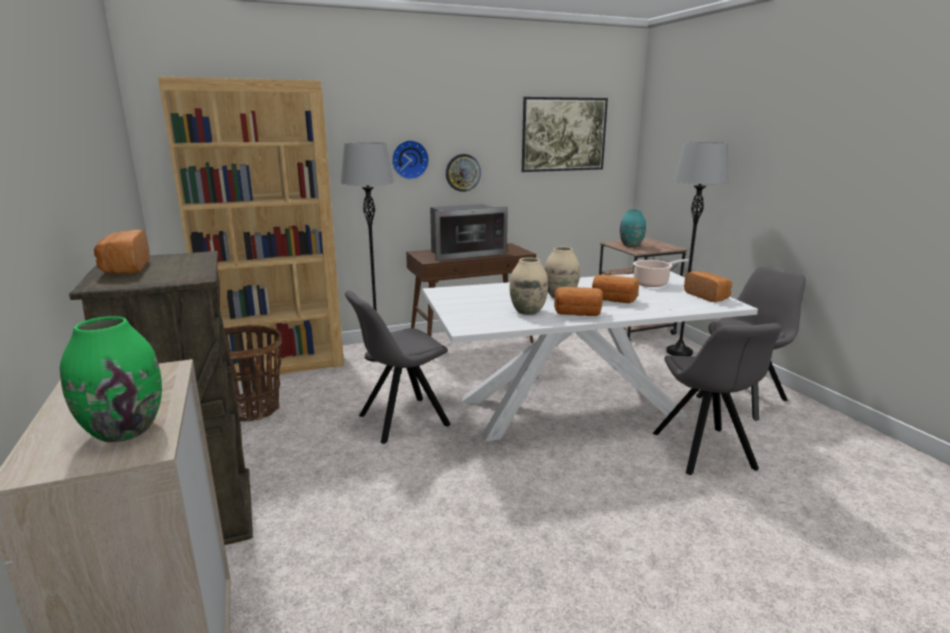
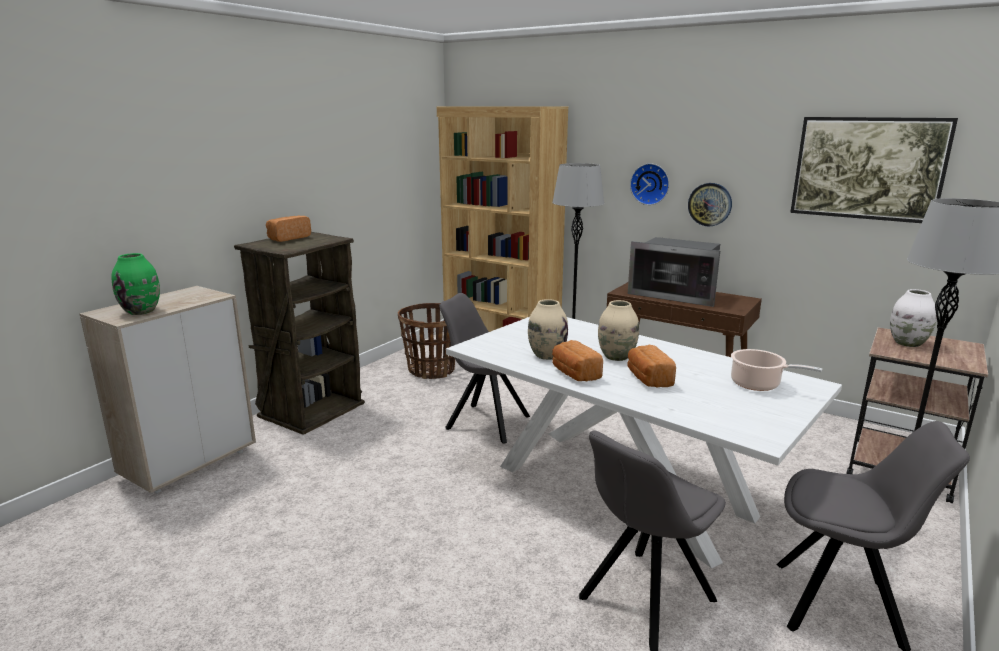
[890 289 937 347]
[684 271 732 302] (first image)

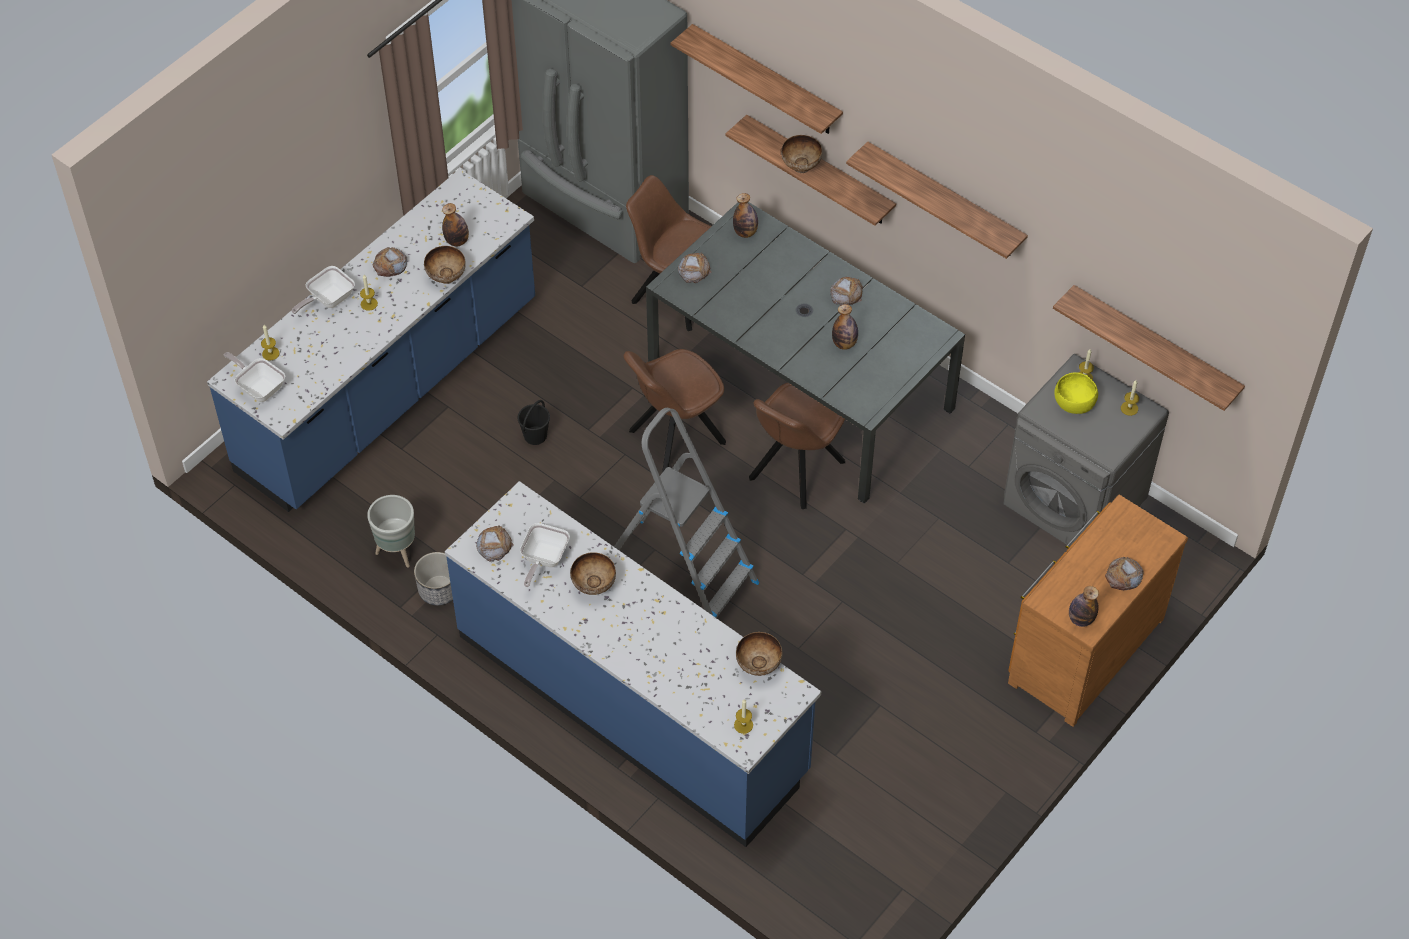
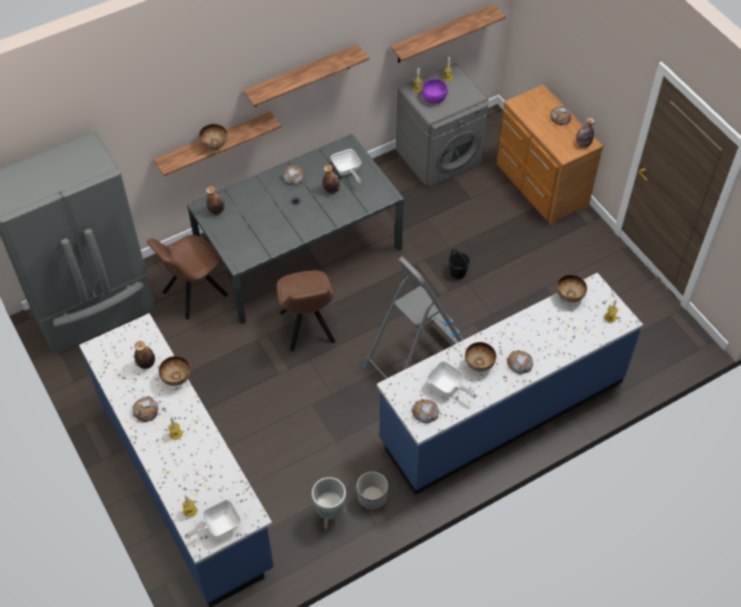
[671 24 843 134] (first image)
[507 350 533 374]
[331 149 361 183]
[422 79 448 104]
[749 383 845 509] (first image)
[449 250 470 279]

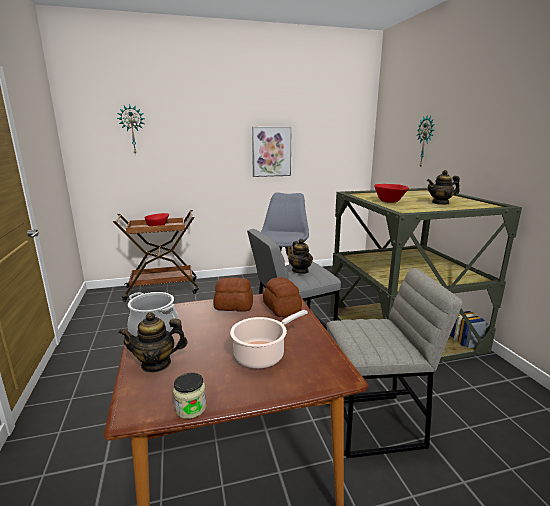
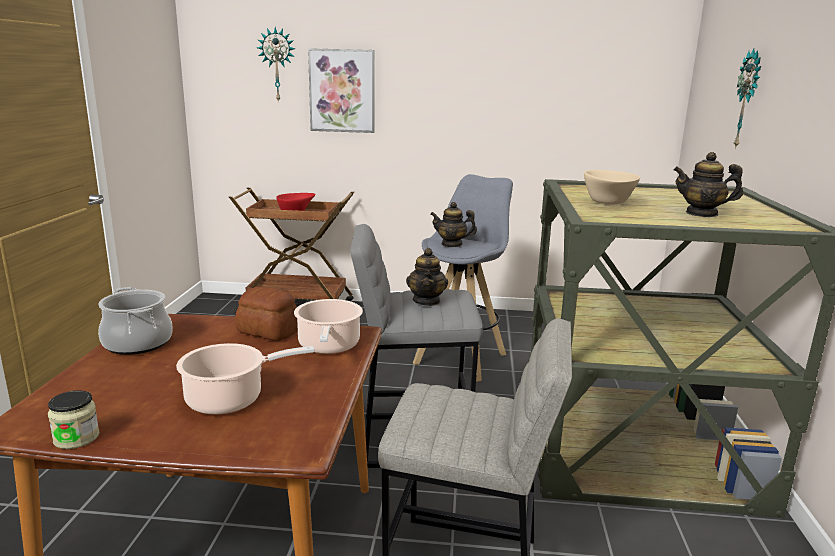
[308 48 375 133]
[584 170 640 204]
[294 299 363 354]
[430 202 477 247]

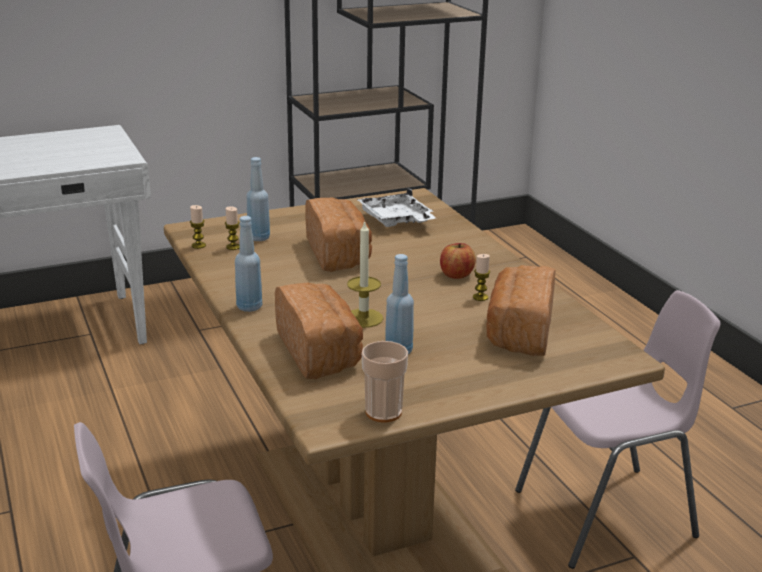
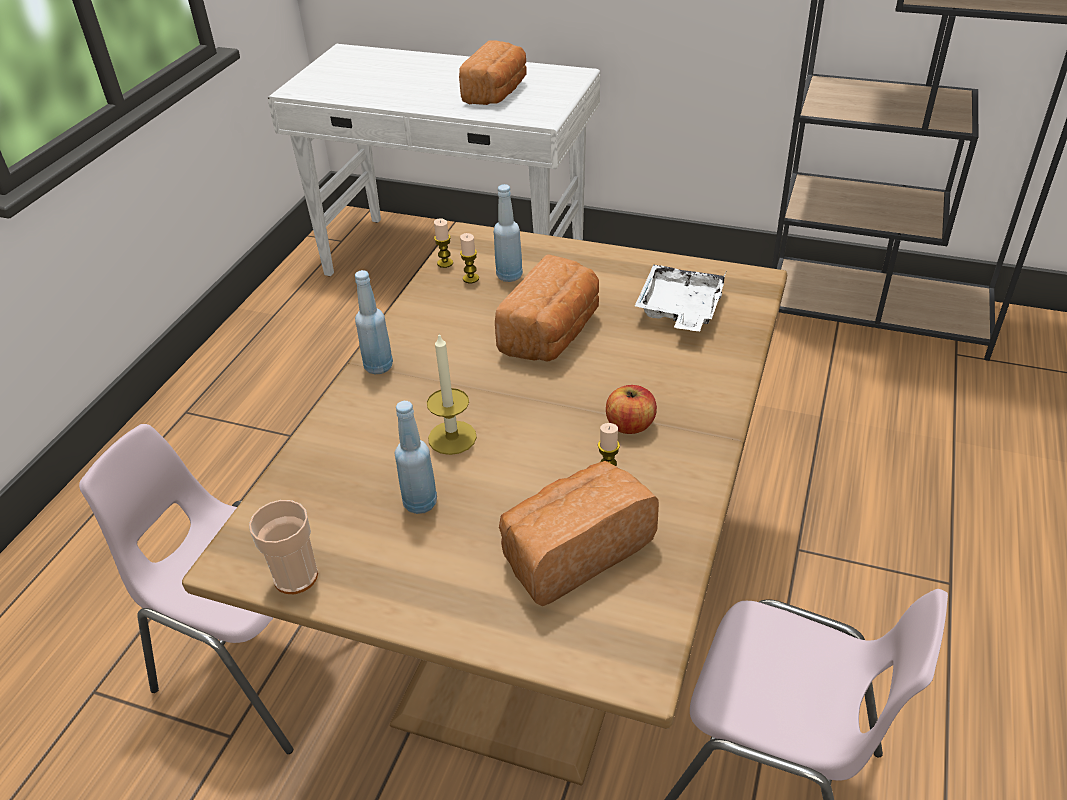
[459 41 527 105]

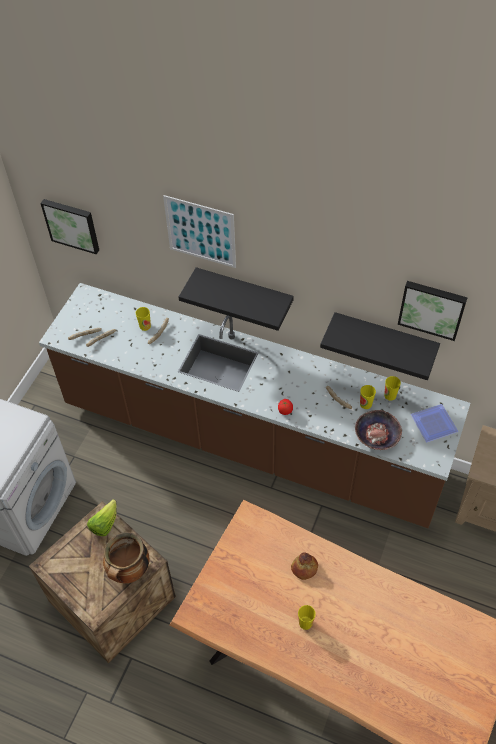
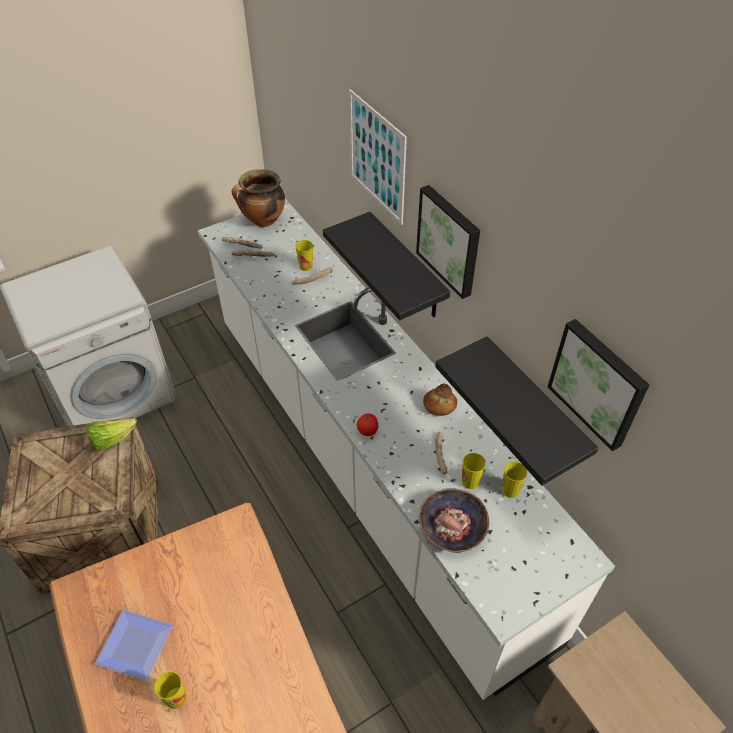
[416 185 480 299]
[198 199 615 700]
[95 610 173 681]
[232 169 285 227]
[423 384 457 416]

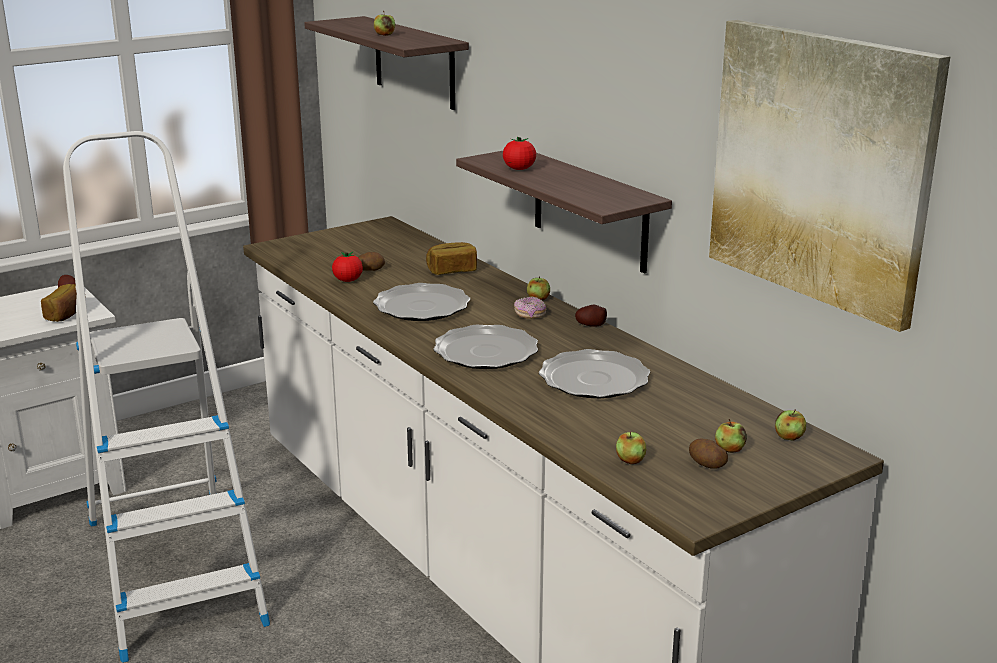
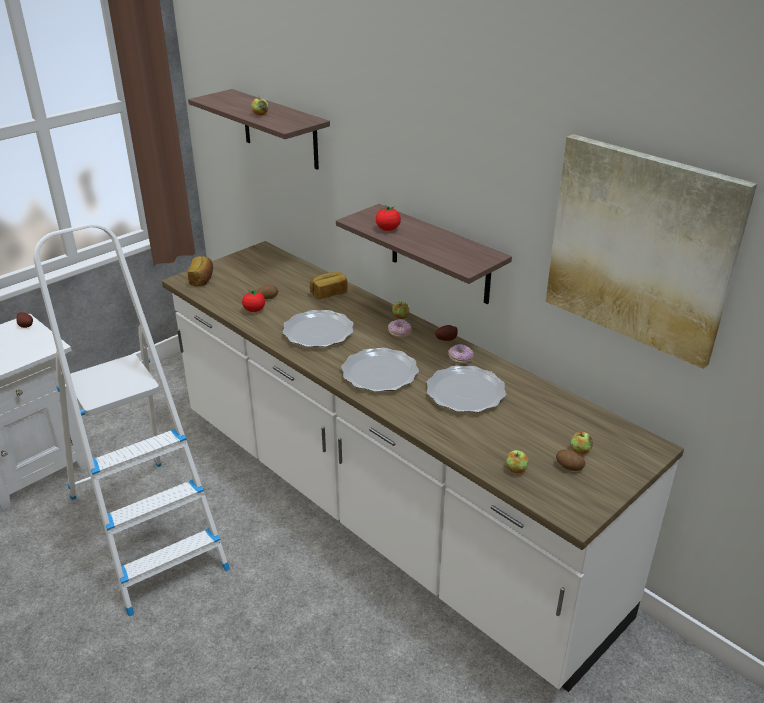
[188 256 213 286]
[775 409 806 441] (first image)
[449 344 474 364]

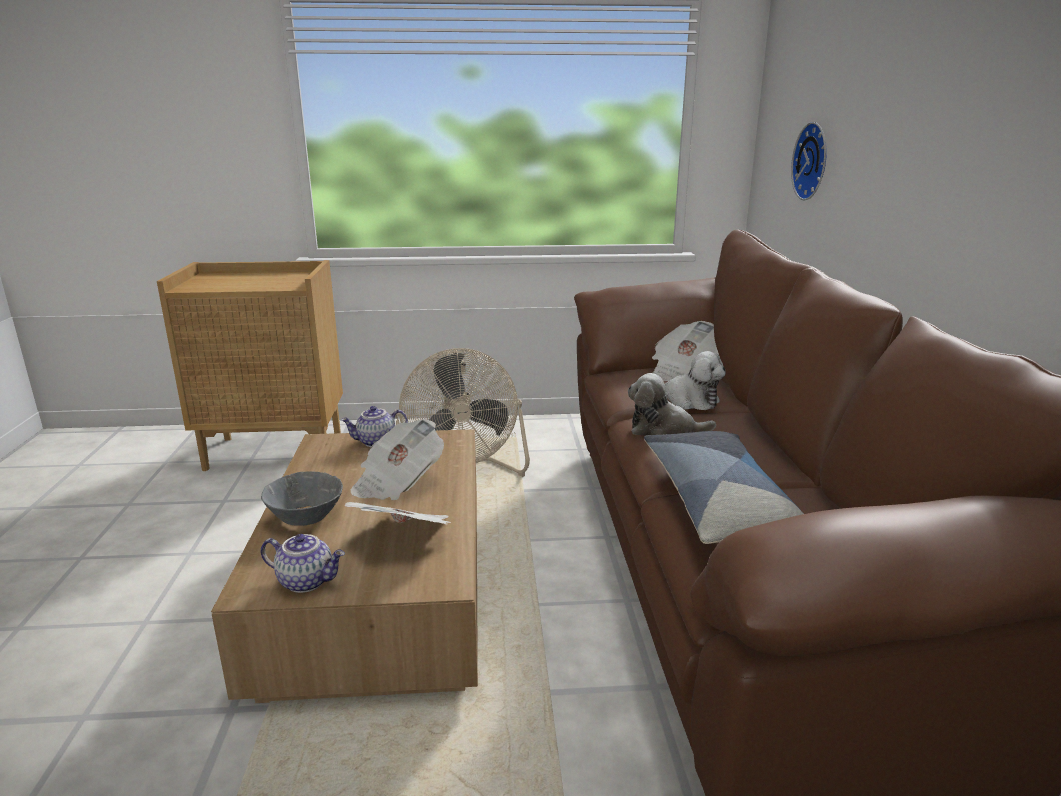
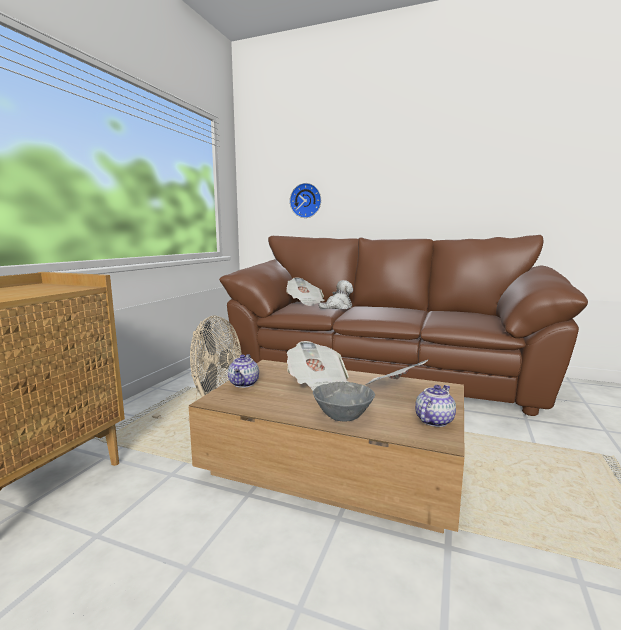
[628 373 716 436] (first image)
[644 431 804 544] (first image)

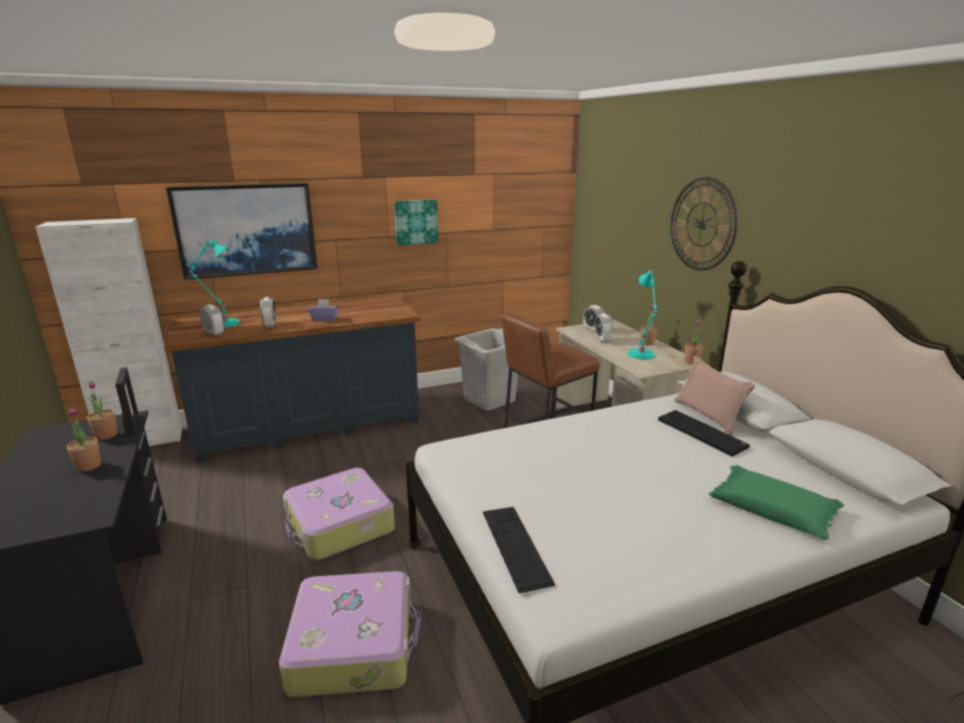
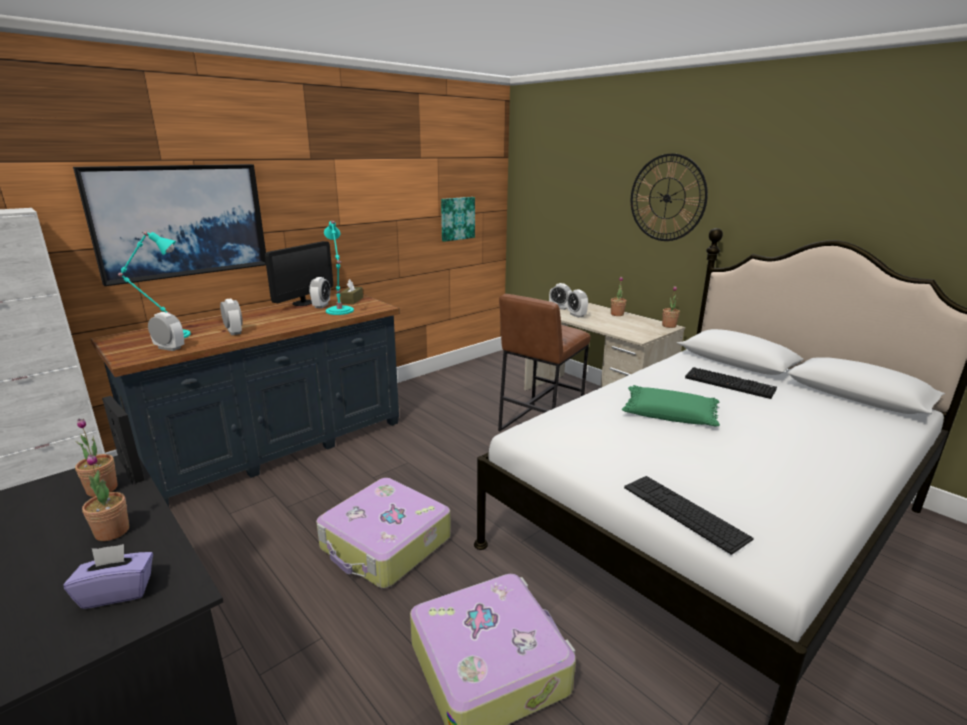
[441 197 475 242]
[324 220 354 315]
[63 544 153 609]
[454 328 518 411] (first image)
[674 356 755 435] (first image)
[622 385 720 427]
[265 241 333 306]
[309 277 331 308]
[340 279 363 304]

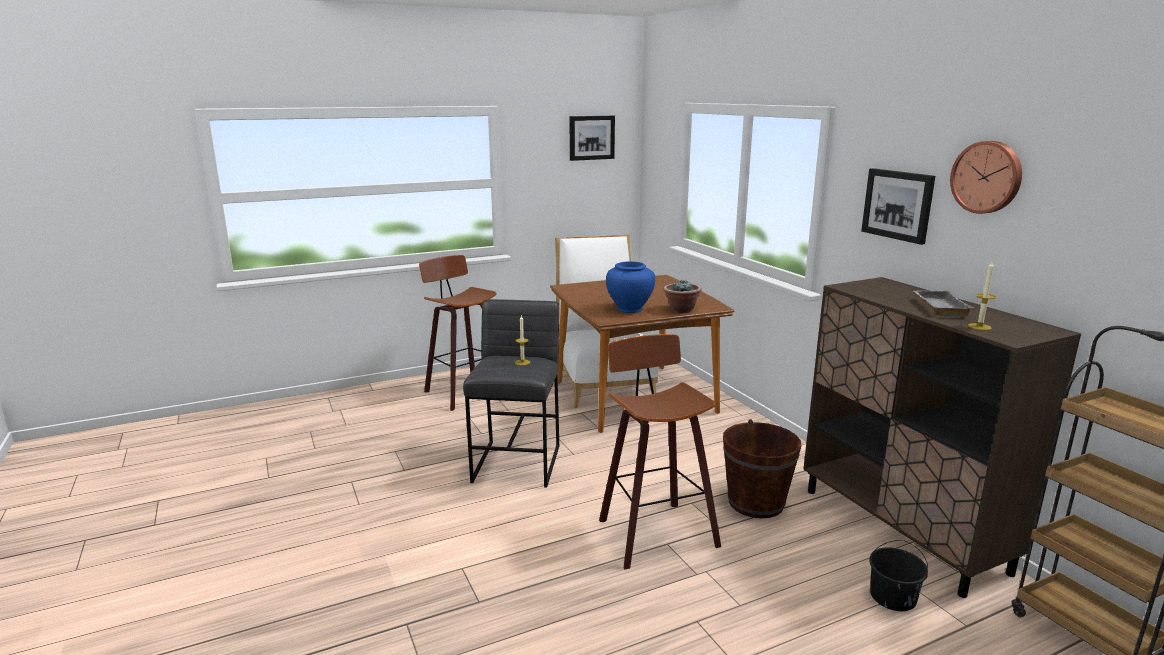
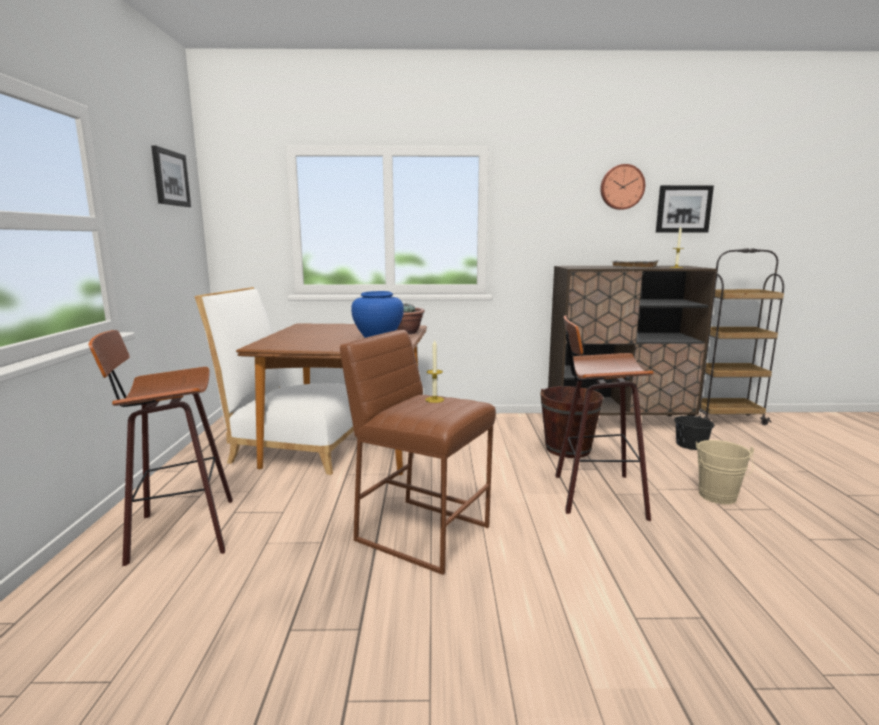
[656 185 714 232]
[340 330 496 575]
[696 440 754 505]

